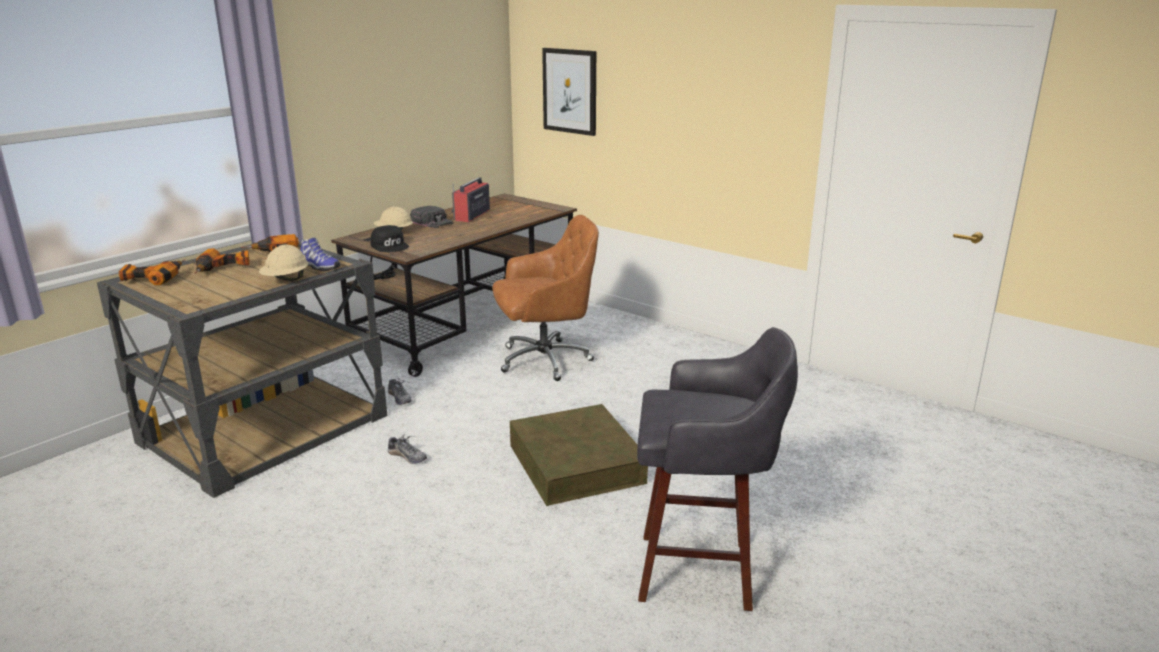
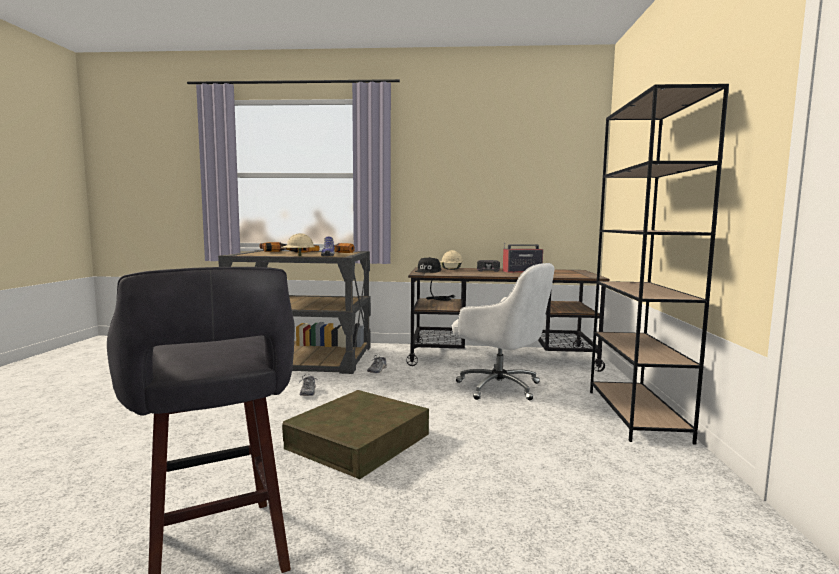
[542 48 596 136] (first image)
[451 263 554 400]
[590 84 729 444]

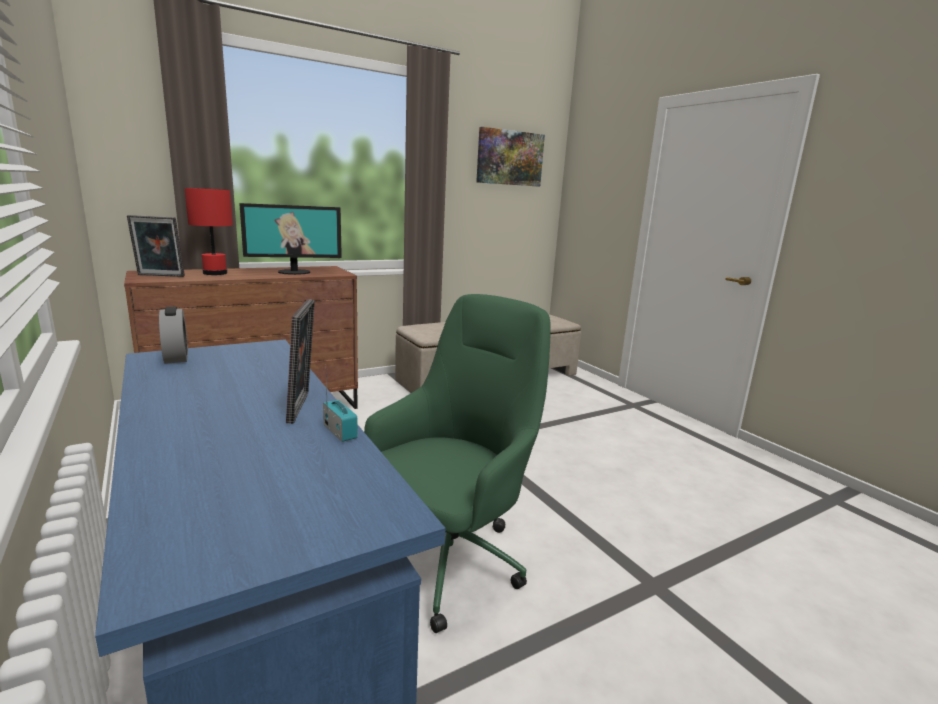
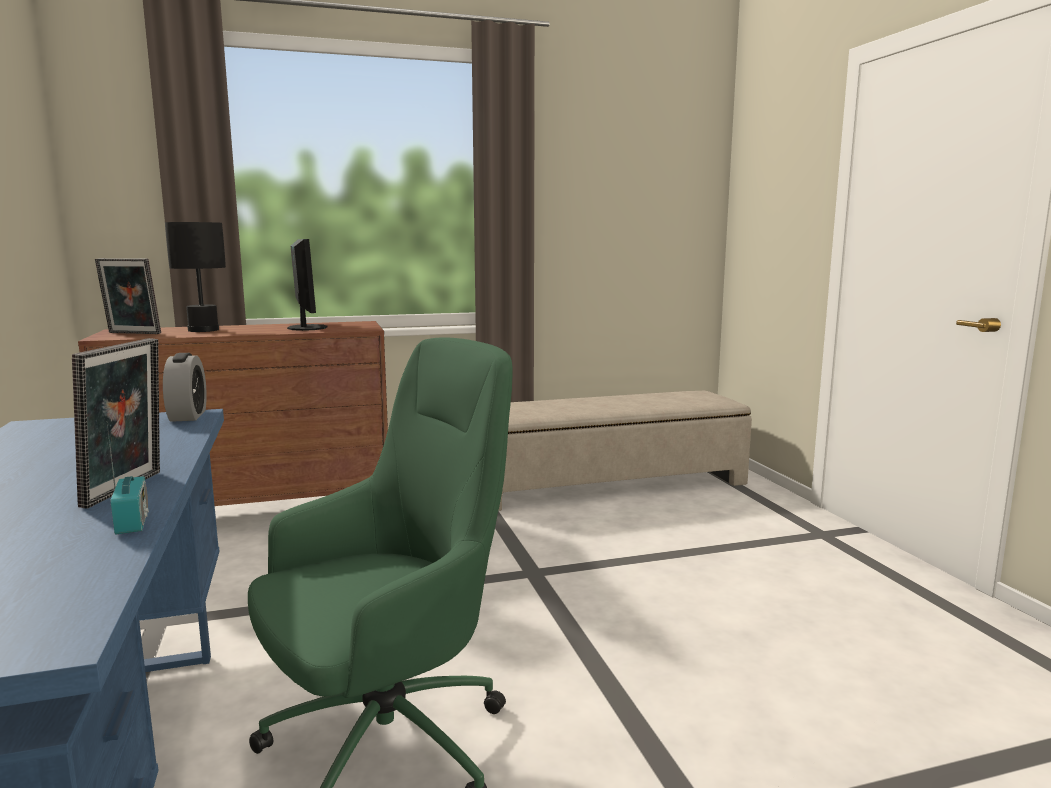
[476 127 545 187] (first image)
[165 222 226 332]
[287 239 328 331]
[163 353 206 422]

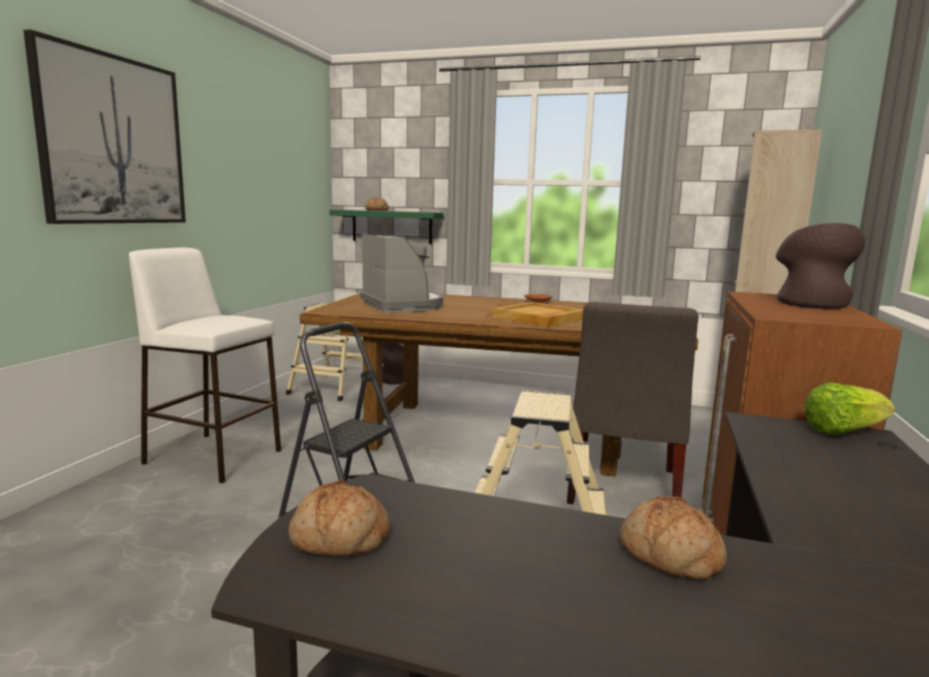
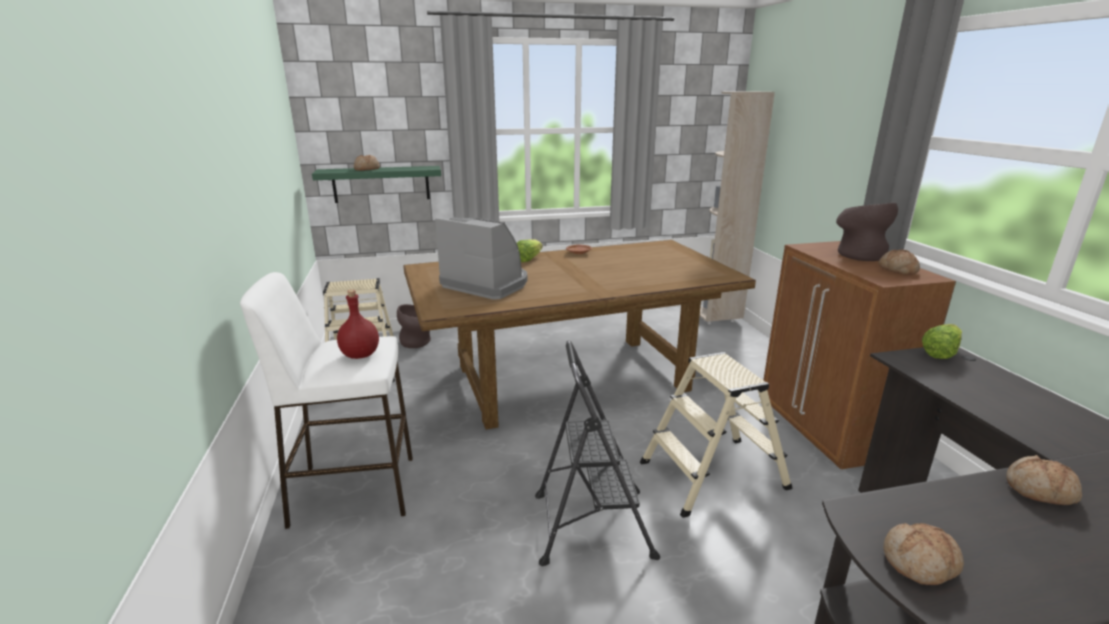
[23 29 186 224] (first image)
[492 302 583 327] (first image)
[567 302 699 504] (first image)
[517 239 543 262]
[879 249 920 275]
[337 290 379 359]

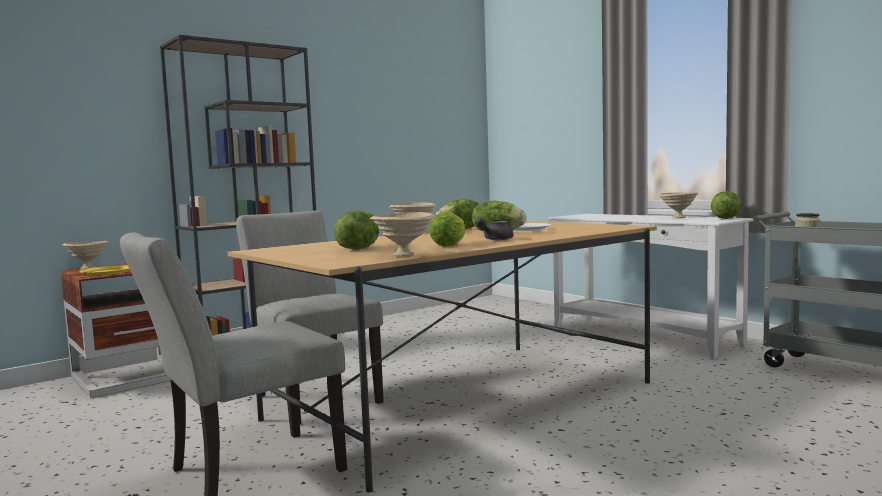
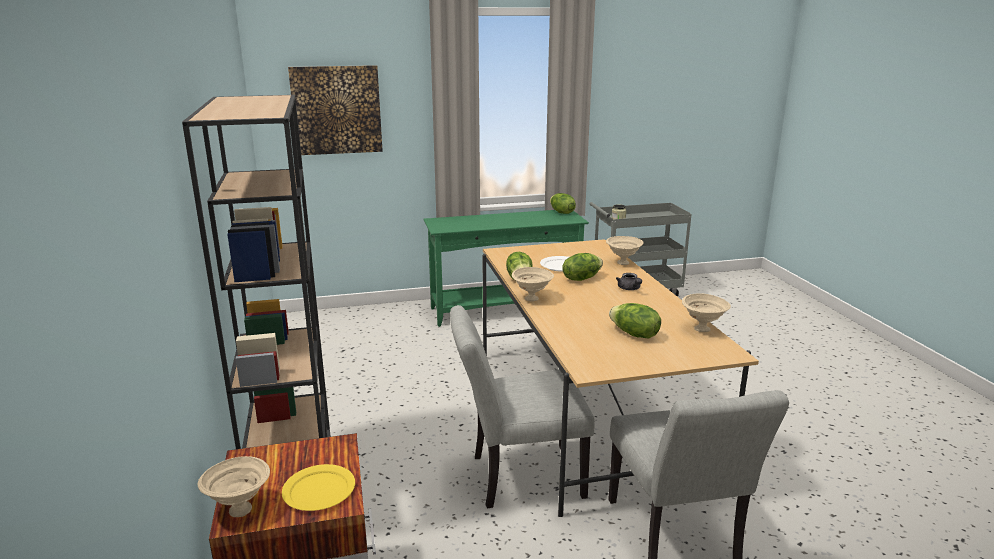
[606 236 643 265]
[428 212 465 247] (first image)
[423 210 589 327]
[288 65 383 155]

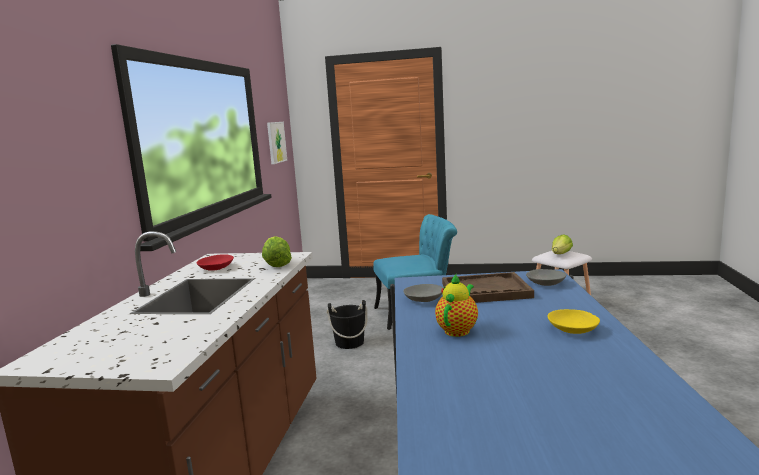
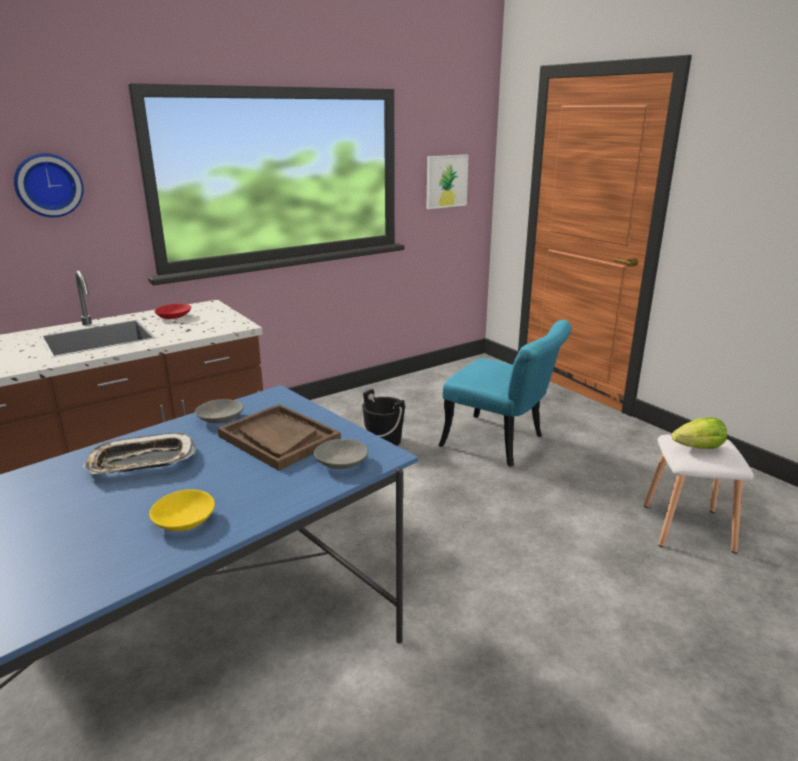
[262 236 292 267] (first image)
[83 432 196 474]
[14 153 84 217]

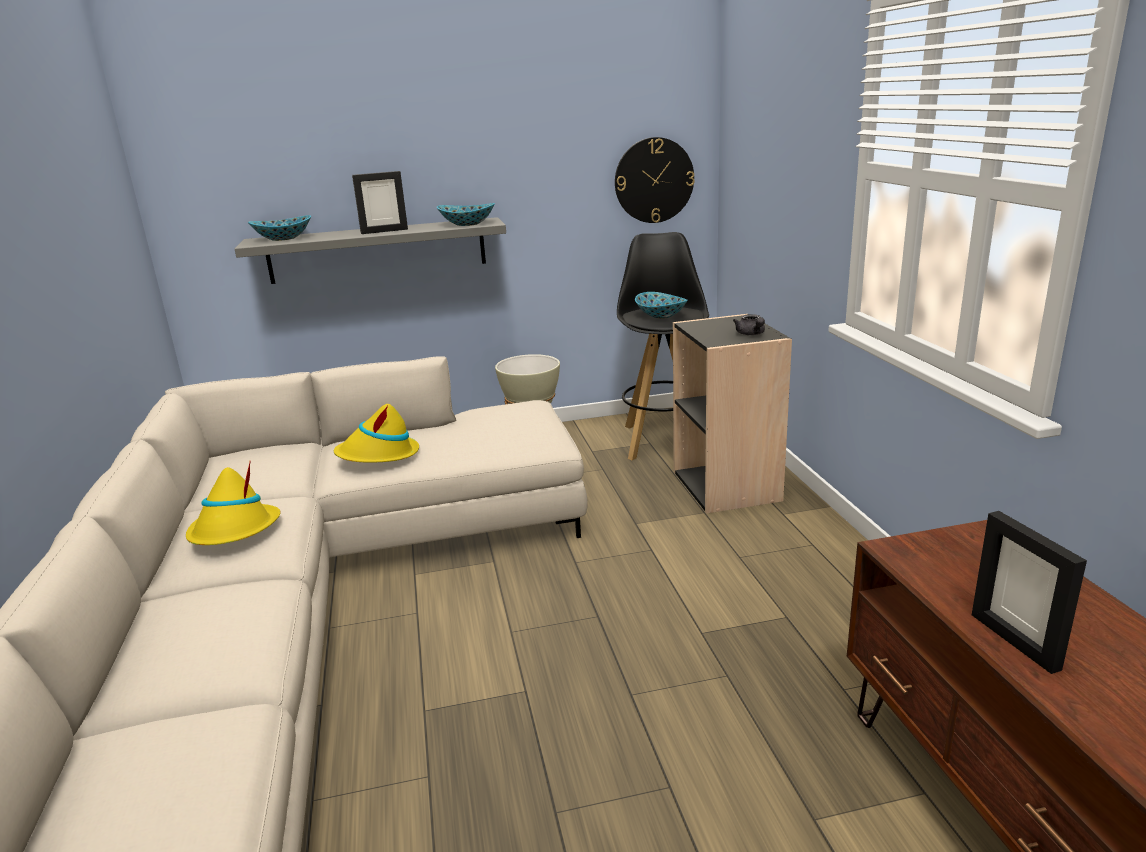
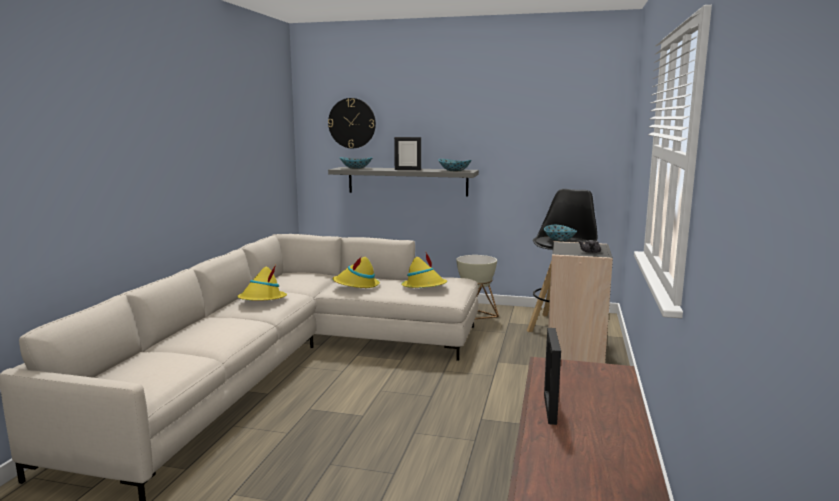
[328 98 376 148]
[402 253 447 288]

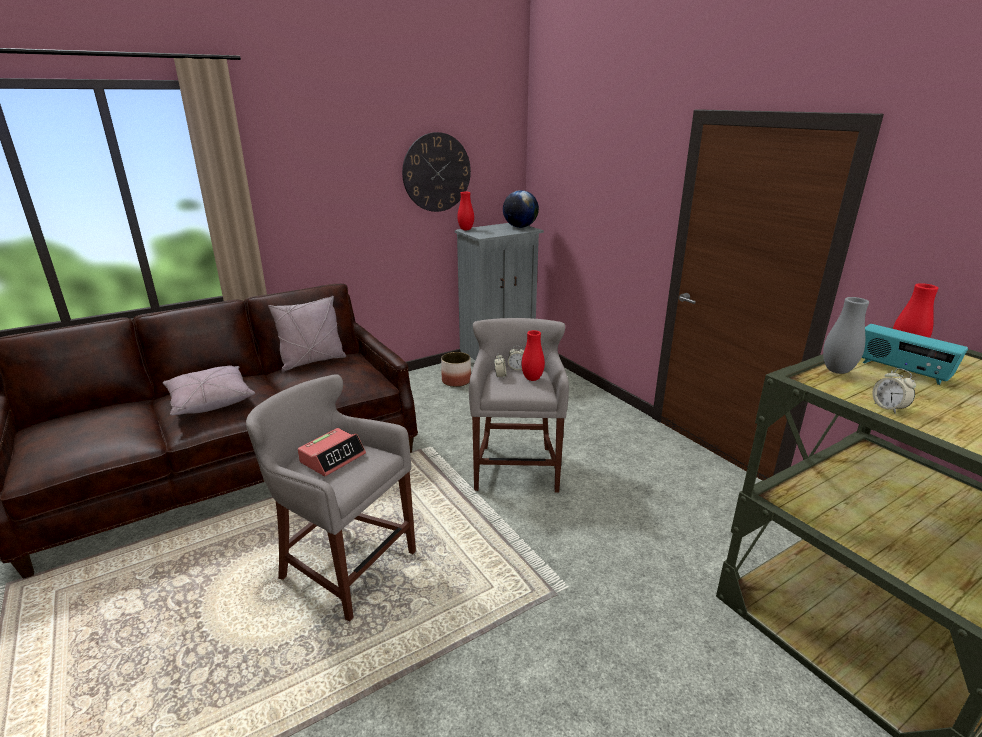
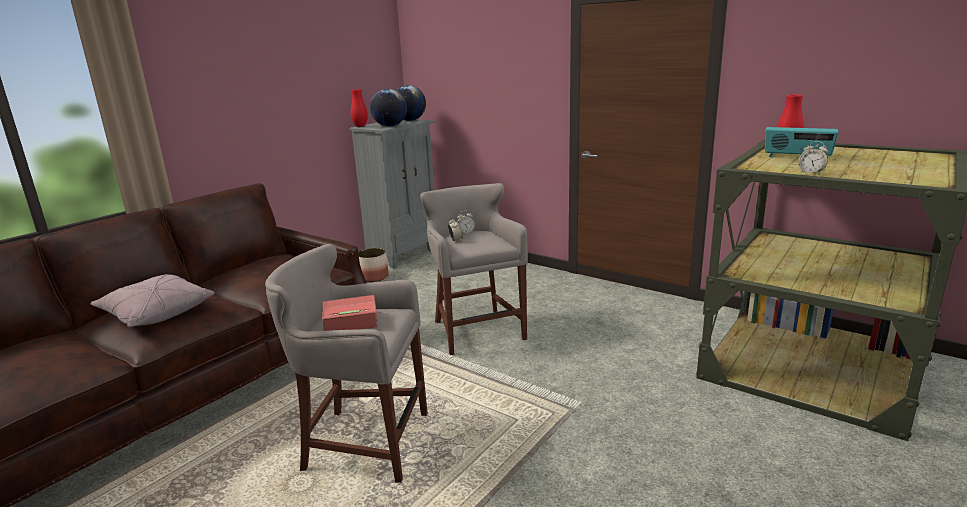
[402 132 471 212] (first image)
[268 296 346 372] (first image)
[823 297 869 374] (first image)
[521 330 545 381] (first image)
[322 295 378 331]
[370 89 407 127]

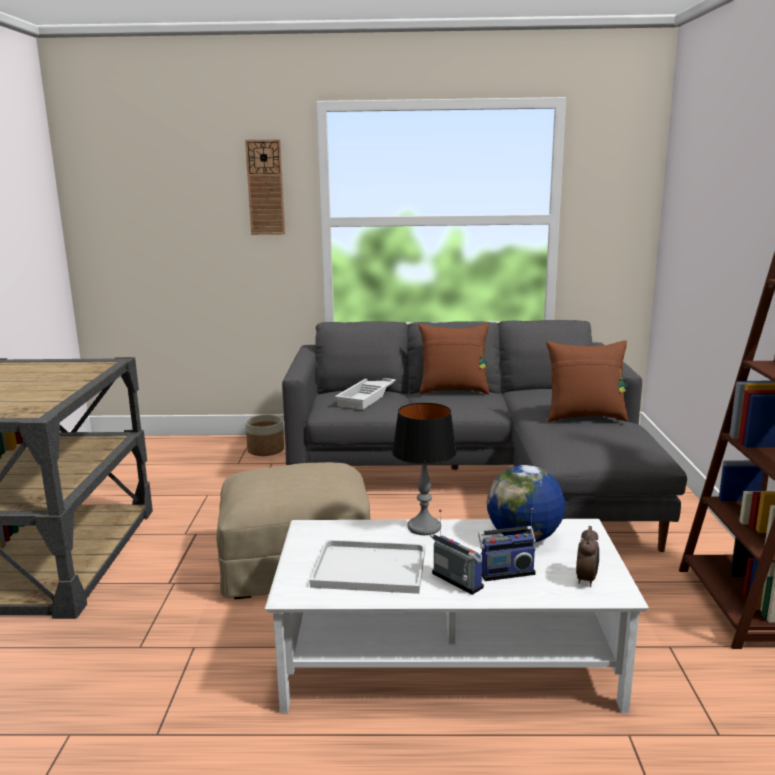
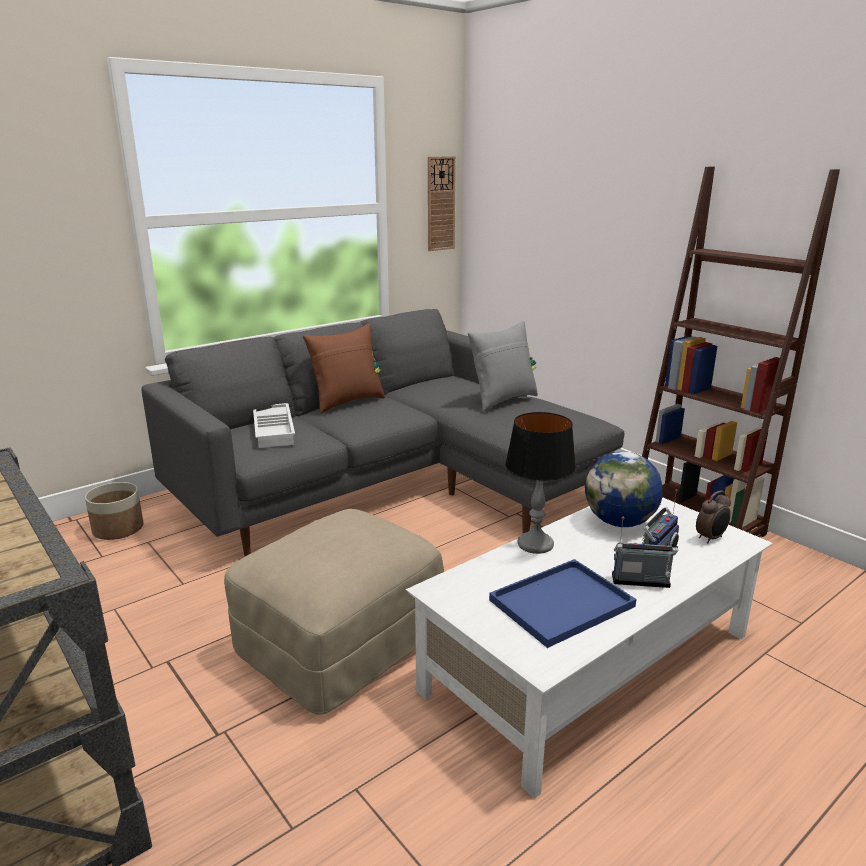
[428 156 456 251]
[468 321 538 412]
[696 490 731 544]
[489 559 636 648]

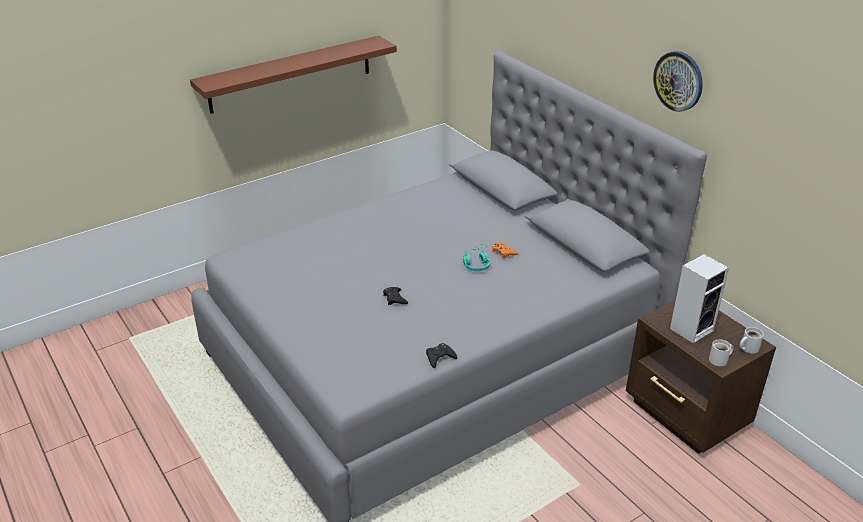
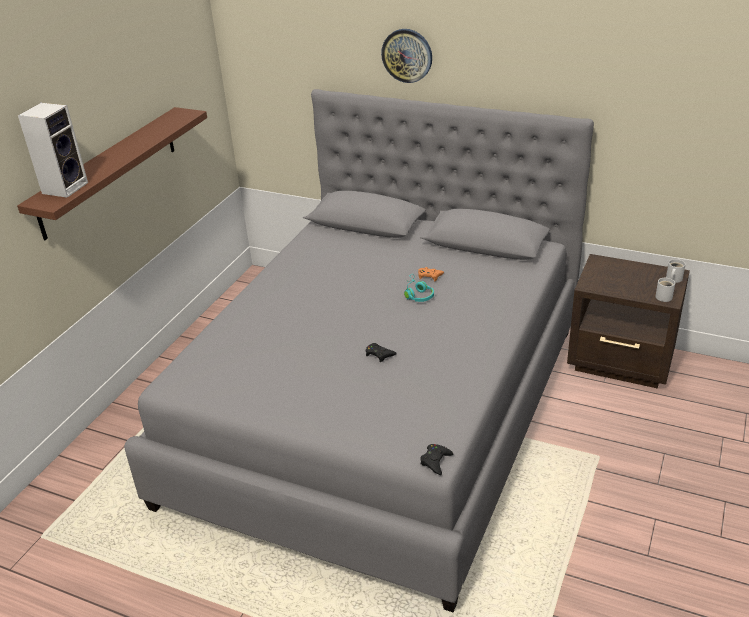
[381 29 432 83]
[18 103 88 198]
[420 444 453 475]

